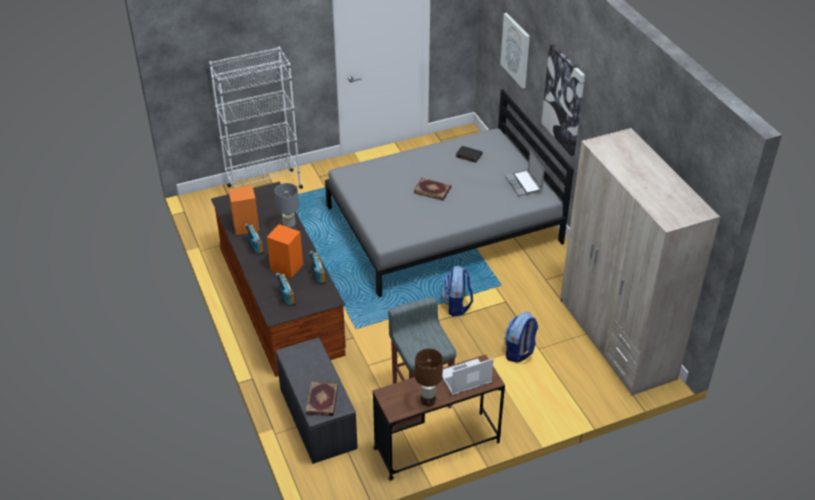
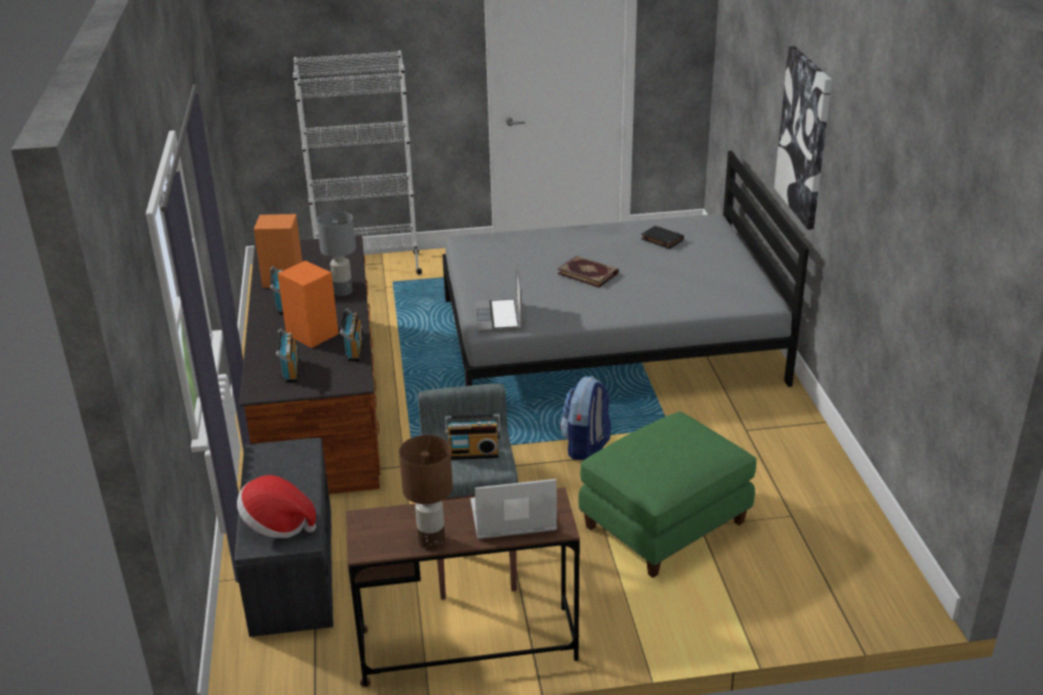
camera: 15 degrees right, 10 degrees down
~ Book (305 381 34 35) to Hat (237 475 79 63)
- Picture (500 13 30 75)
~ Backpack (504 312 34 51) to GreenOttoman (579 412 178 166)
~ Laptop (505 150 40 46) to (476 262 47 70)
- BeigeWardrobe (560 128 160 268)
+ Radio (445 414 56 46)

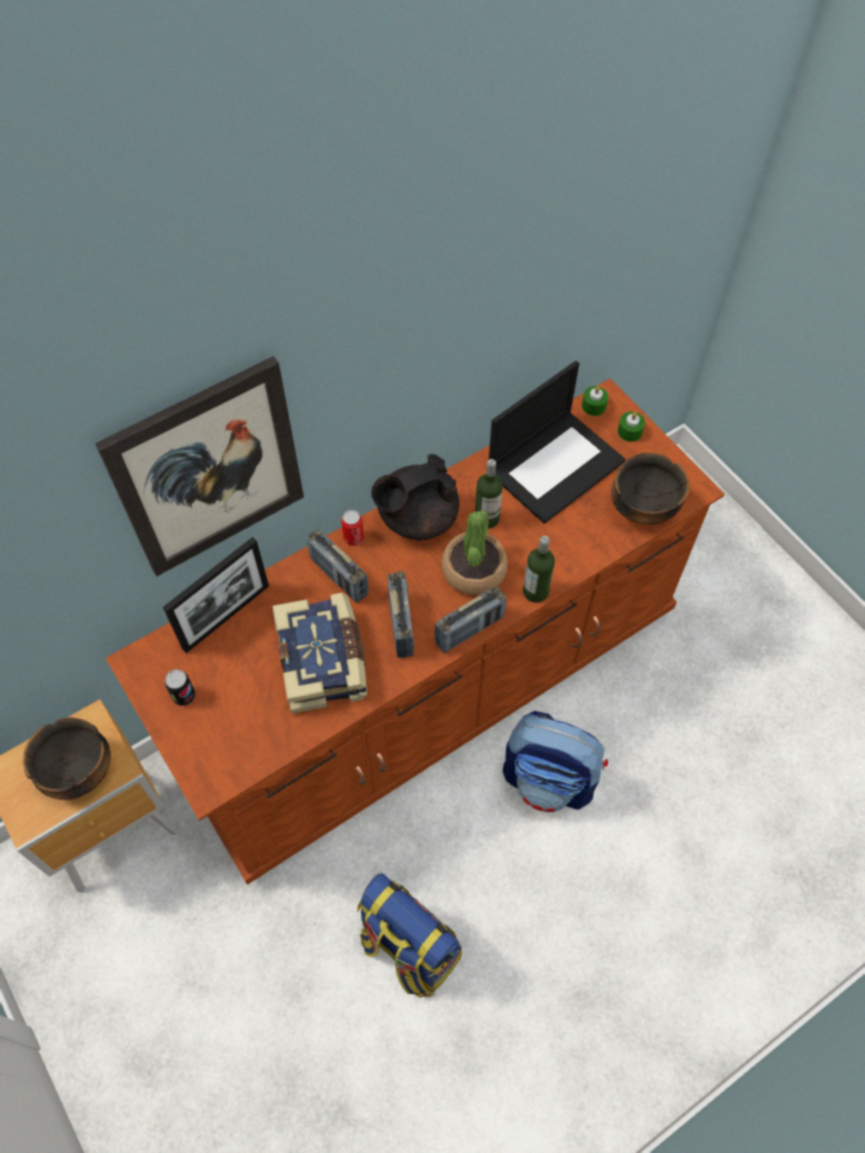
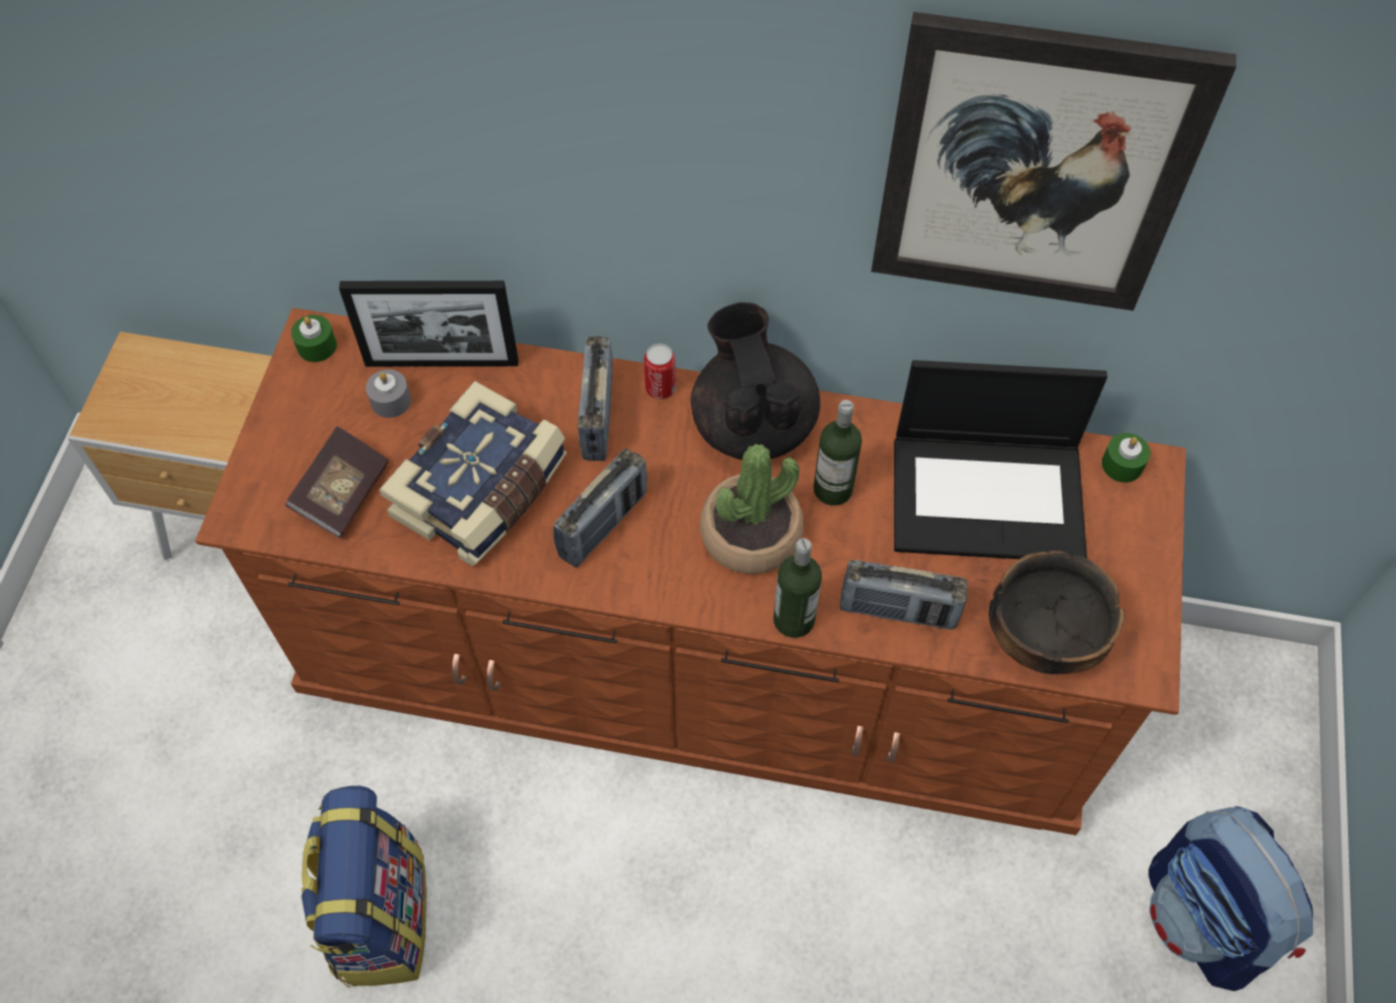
camera: 45 degrees right, 0 degrees up
- Bowl (23 717 88 83)
~ Picture (95 356 209 220) to (871 12 366 299)
- Can (165 669 31 37)
~ BlackTeapot (371 454 88 86) = (691 302 129 158) 60 degrees clockwise
~ Radio (434 586 73 67) to (840 560 128 69)
~ Backpack (503 711 105 102) to (1148 806 165 185)
~ GreenCandle (618 412 27 30) to (291 315 46 47)
+ Book (285 426 104 112)
+ GreyCandle (366 369 45 49)

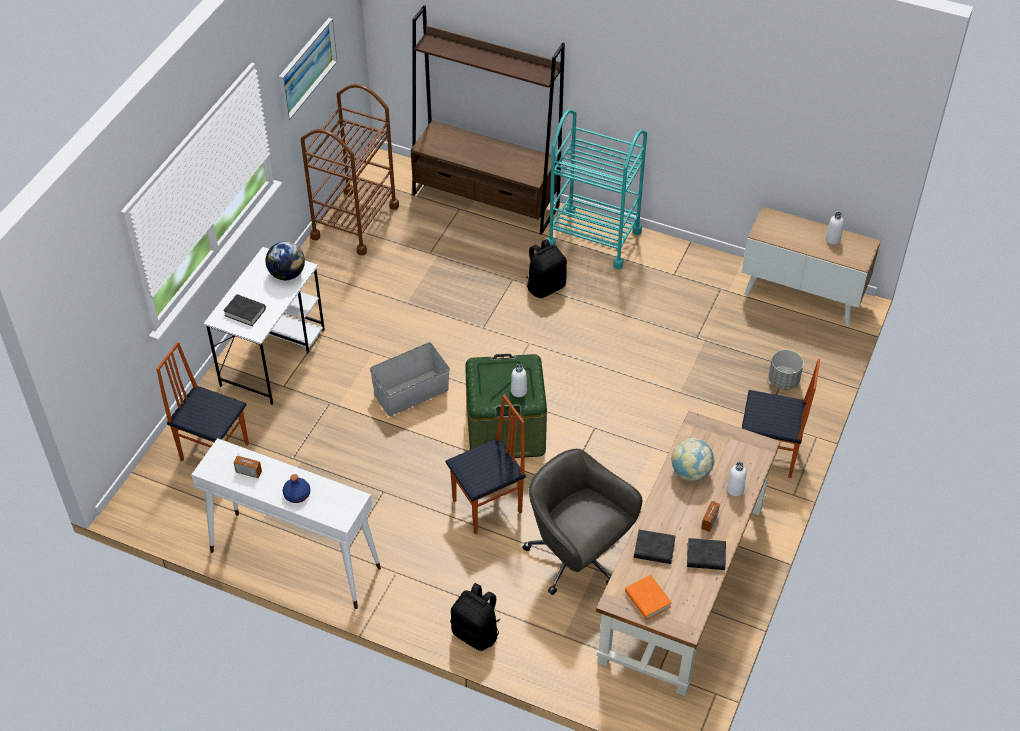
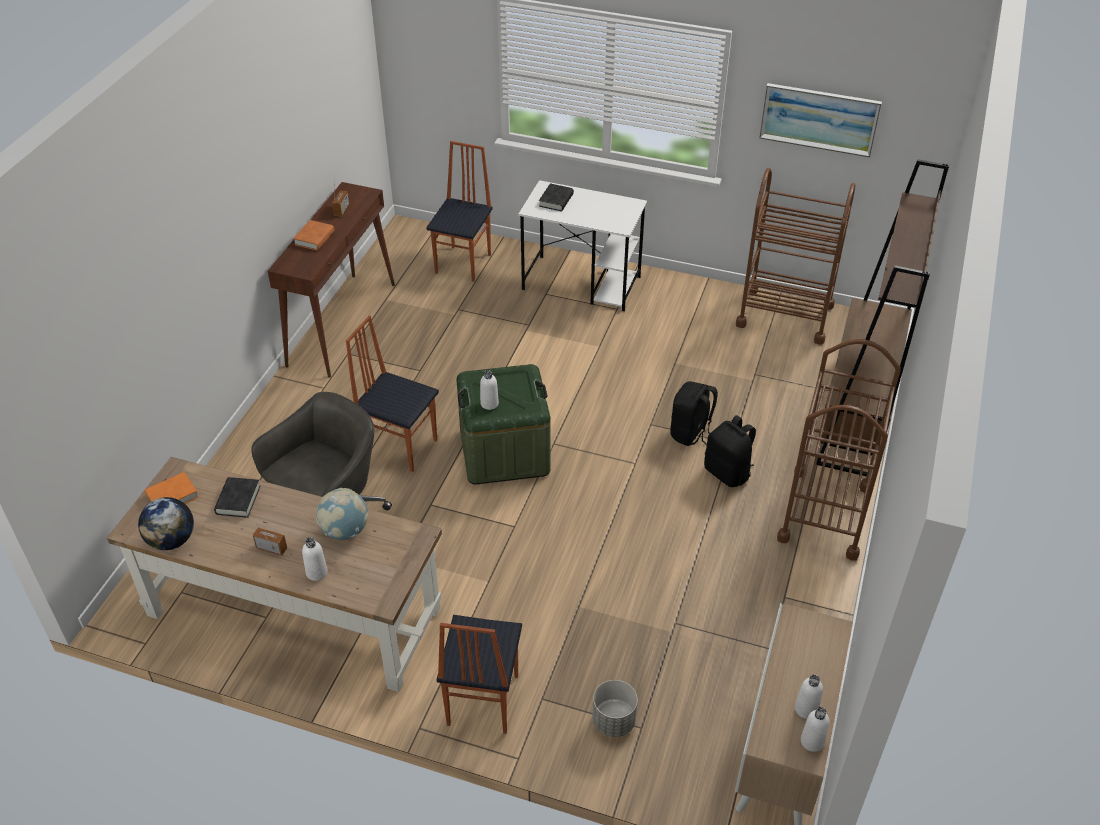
camera: 85 degrees right, 5 degrees down
~ WhiteConsoleTable (191 438 190 171) to BrownConsoleTable (267 182 128 196)
~ Globe (266 242 39 38) to (138 497 56 53)
~ BlueBottle (283 474 27 29) to OrangeBook (293 220 41 30)
- GreyStorageBox (370 342 80 74)
~ Chair (445 394 81 140) = (346 315 93 157) 150 degrees clockwise
~ BlackBackpack (450 583 50 68) to (670 381 48 65)
~ TurquoiseCart (547 110 100 159) to BrownCart (777 339 124 222)
- BlackBook (687 538 39 32)
+ WhiteBottle (801 707 29 45)

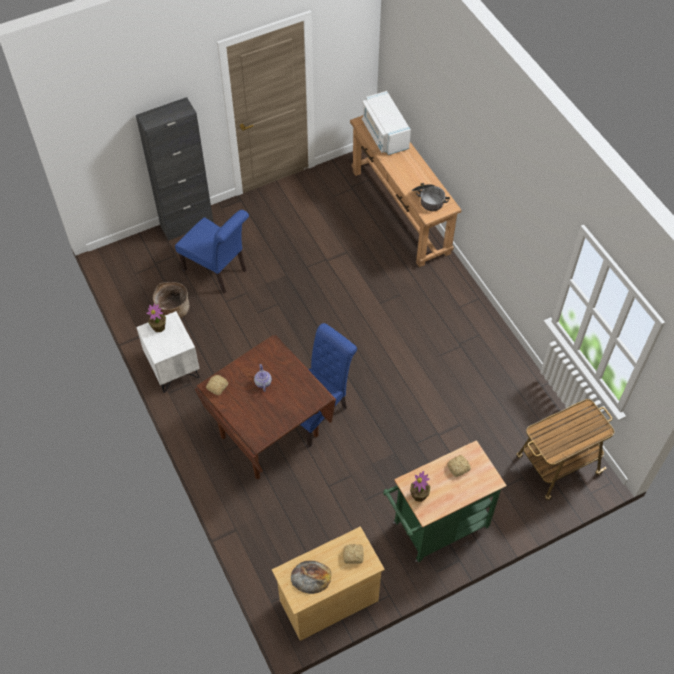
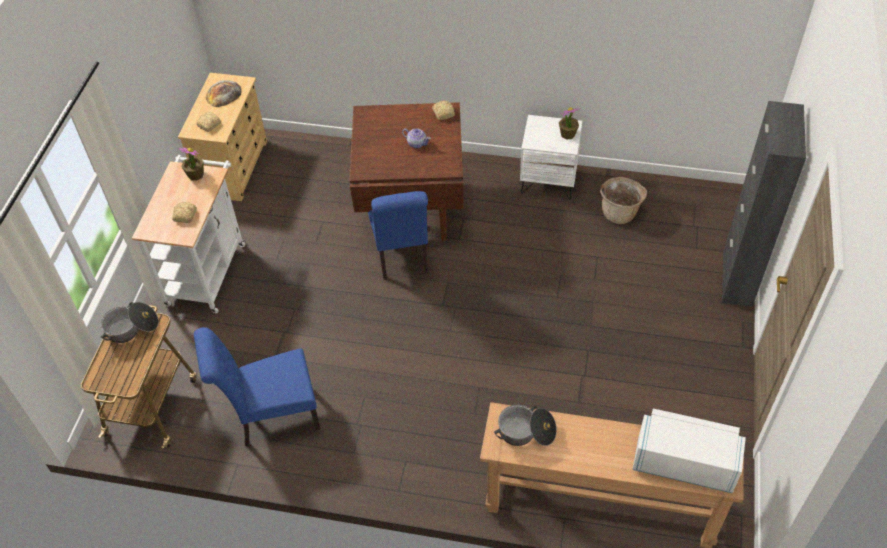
camera: 130 degrees right, 5 degrees down
~ BlueChair (175 210 74 84) to (194 327 126 119)
~ GreenCart (383 440 124 122) to WhiteCart (132 155 114 158)
+ CookingPot (100 302 59 41)

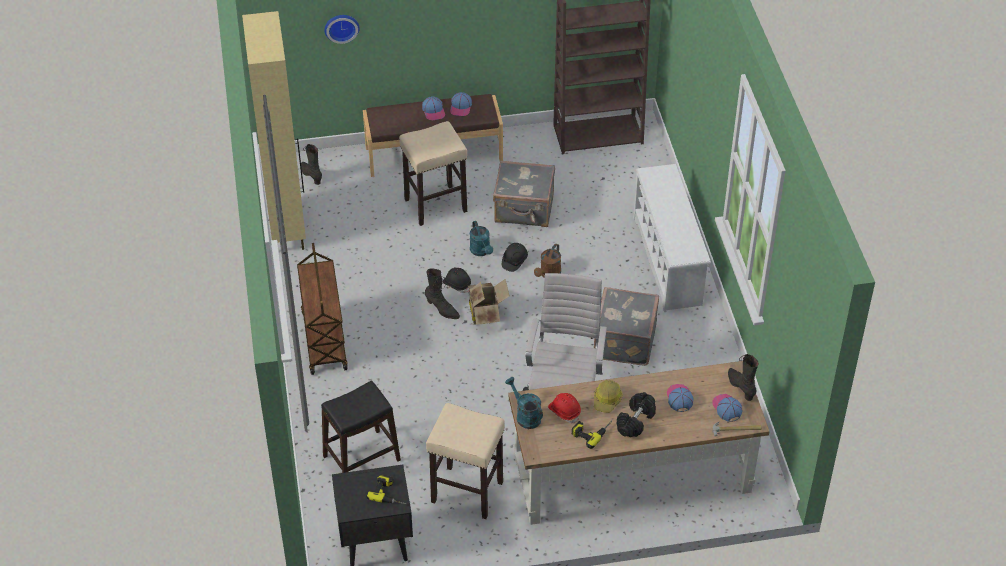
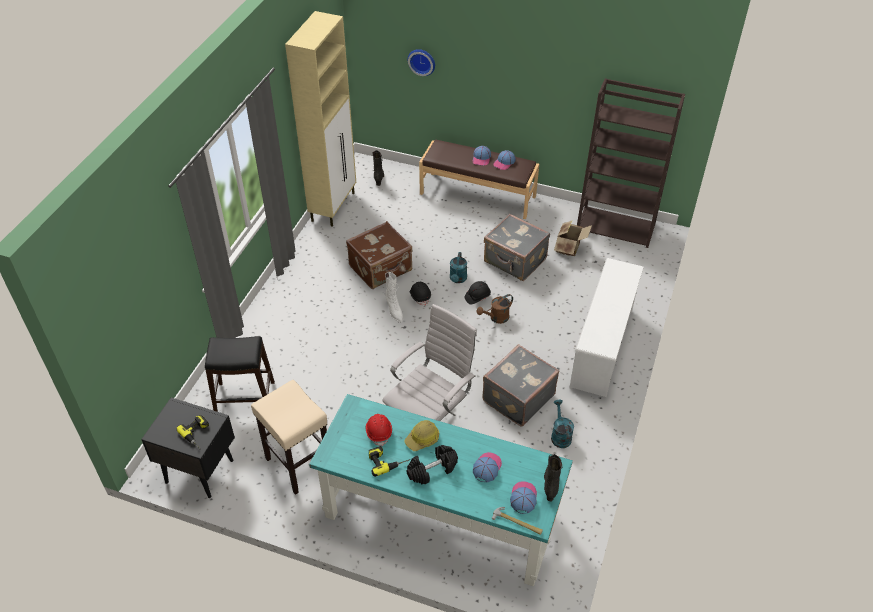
camera: 30 degrees right, 0 degrees up
- BrownCart (297 243 51 132)
- BeigeStool (399 121 68 105)
~ BlackBoot (425 268 35 51) to WhiteBoot (385 272 18 51)
~ CardboardBox (468 279 42 46) to (554 221 38 35)
~ TurquoiseWateringCan (505 377 38 52) to (551 400 23 48)
~ BrownDesk (508 361 262 164) to TurquoiseDesk (309 394 264 192)
+ BrownSuitcase (346 221 66 68)

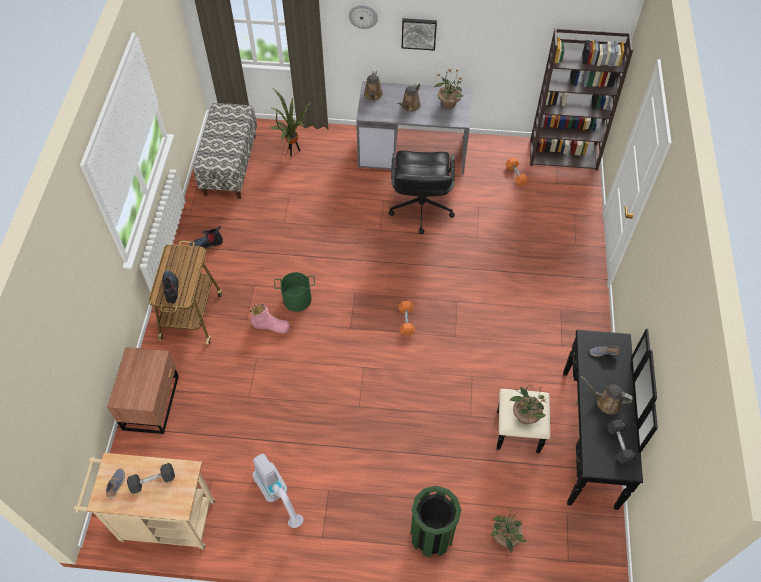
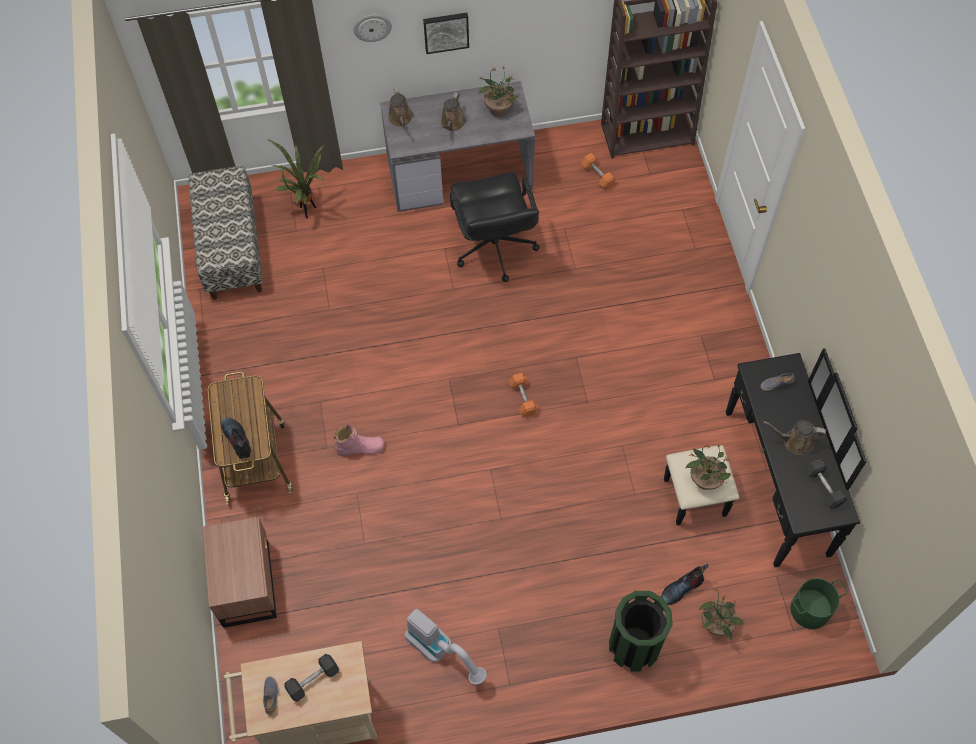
camera: 15 degrees left, 5 degrees up
~ Boot (189 226 34 23) to (661 564 48 41)
~ GreenBucket (274 272 41 40) to (790 578 58 51)

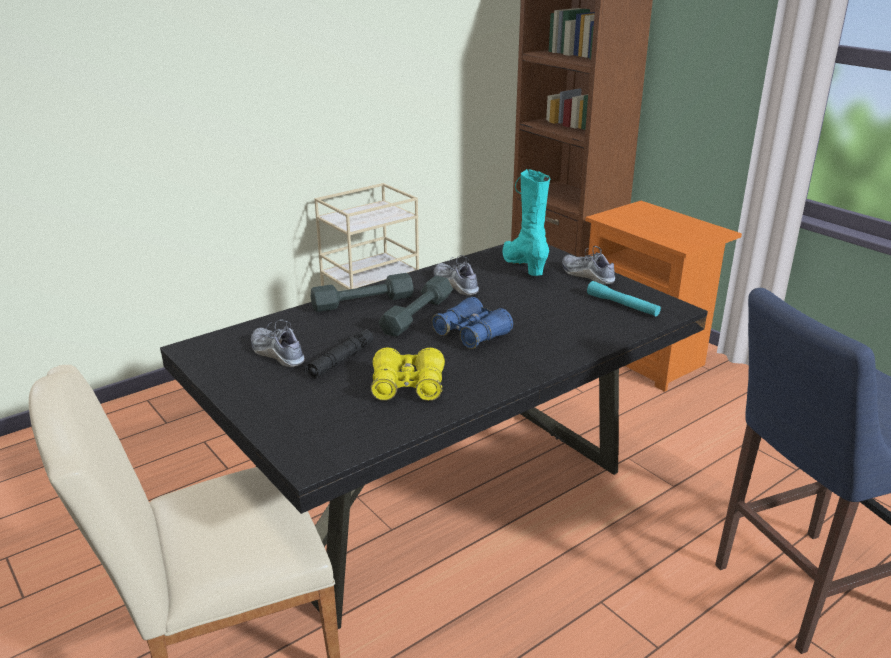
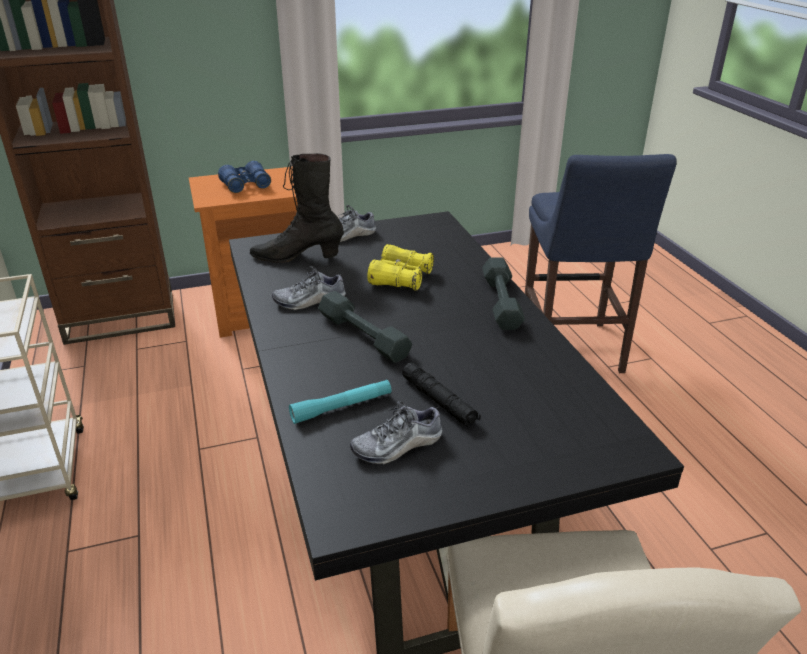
camera: 70 degrees left, 5 degrees up
~ GreyDumbbell (311 273 103 39) to (482 257 43 73)
~ YellowBinoculars (371 347 74 54) to (367 244 67 47)
~ BlueBinoculars (432 297 81 52) to (218 161 53 32)
~ TurquoiseBoot (502 169 48 107) to BlackBoot (250 153 94 110)
~ TurquoiseFlashlight (587 281 74 35) to (289 380 102 44)

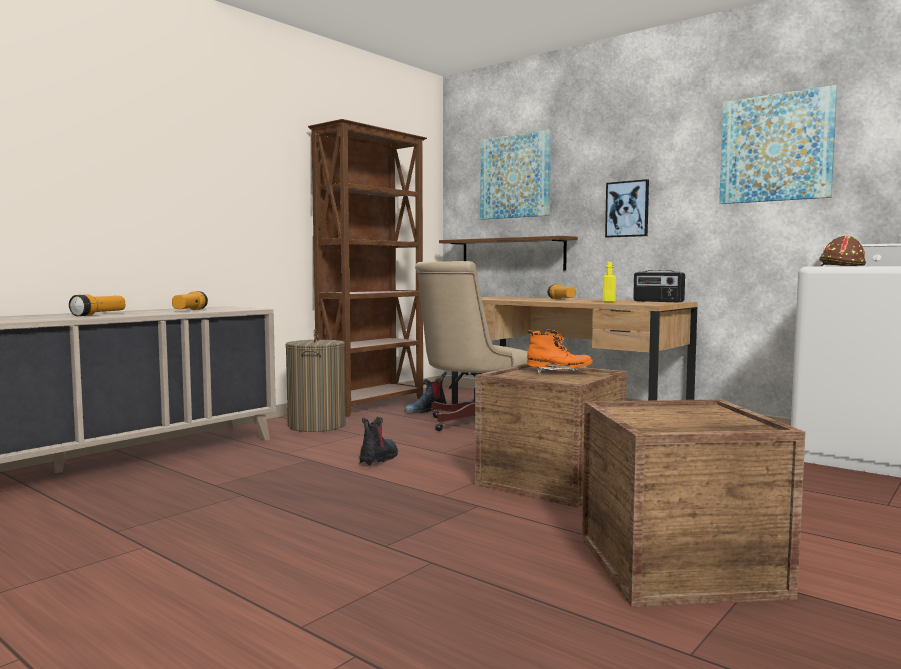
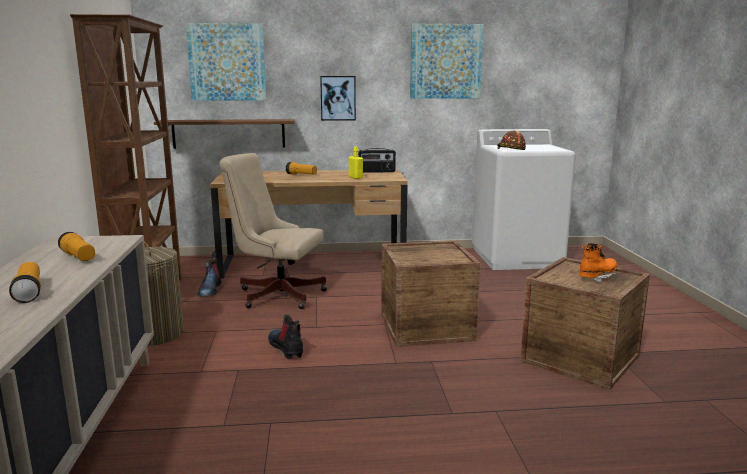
camera: 45 degrees left, 10 degrees up
~ BeigeOfficeChair (415 261 113 170) = (219 153 108 156) 105 degrees clockwise
~ OrangeBoot (527 329 66 45) to (579 243 38 40)

